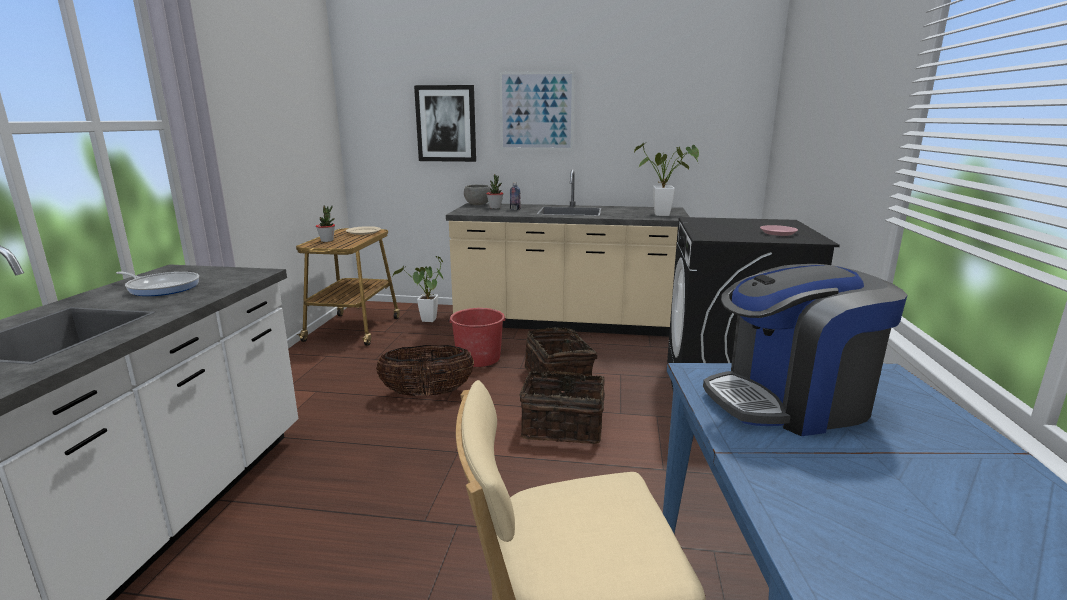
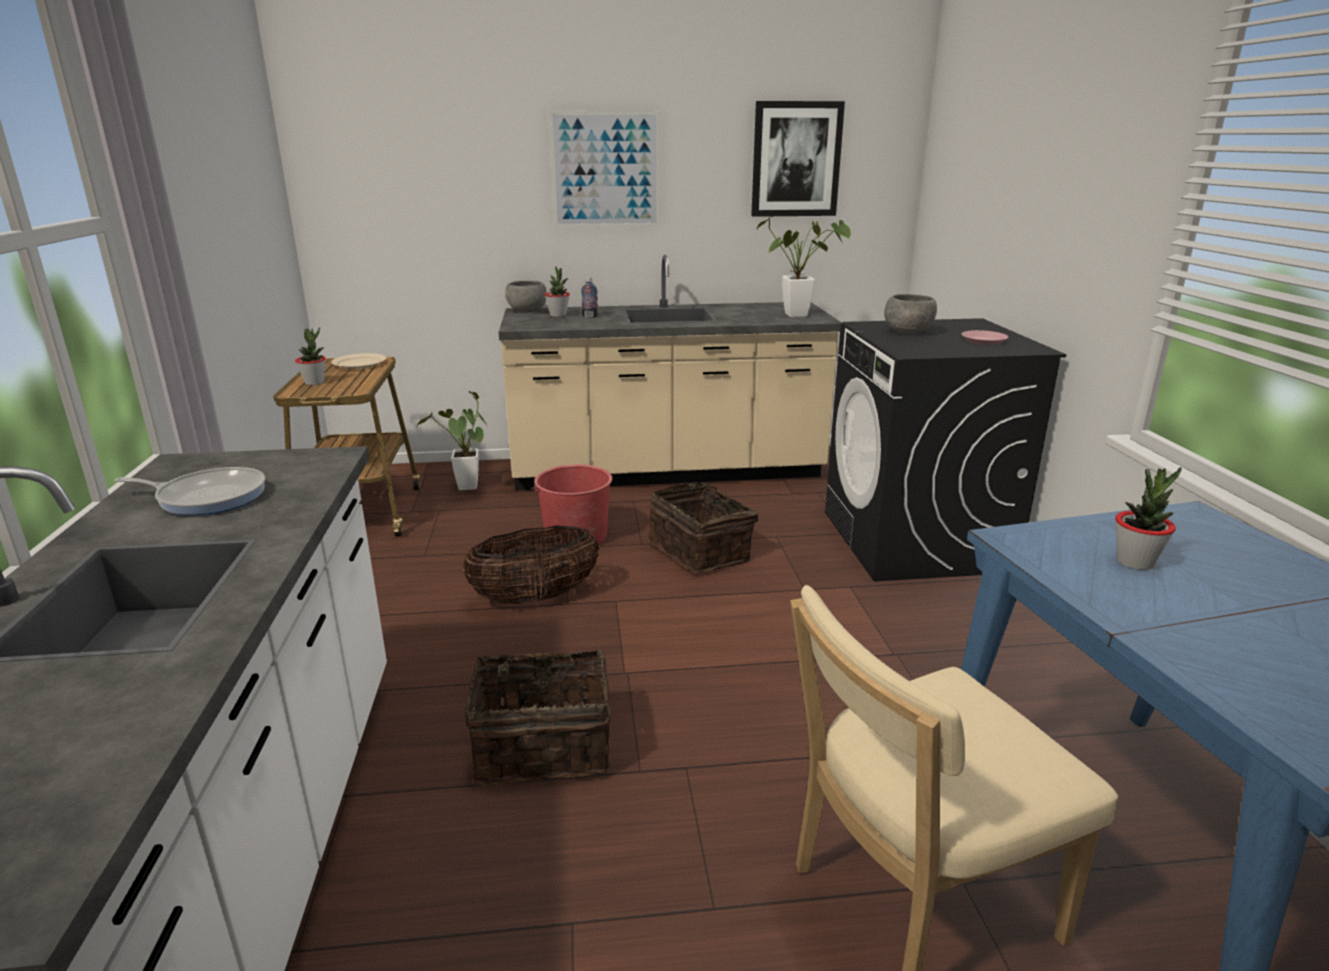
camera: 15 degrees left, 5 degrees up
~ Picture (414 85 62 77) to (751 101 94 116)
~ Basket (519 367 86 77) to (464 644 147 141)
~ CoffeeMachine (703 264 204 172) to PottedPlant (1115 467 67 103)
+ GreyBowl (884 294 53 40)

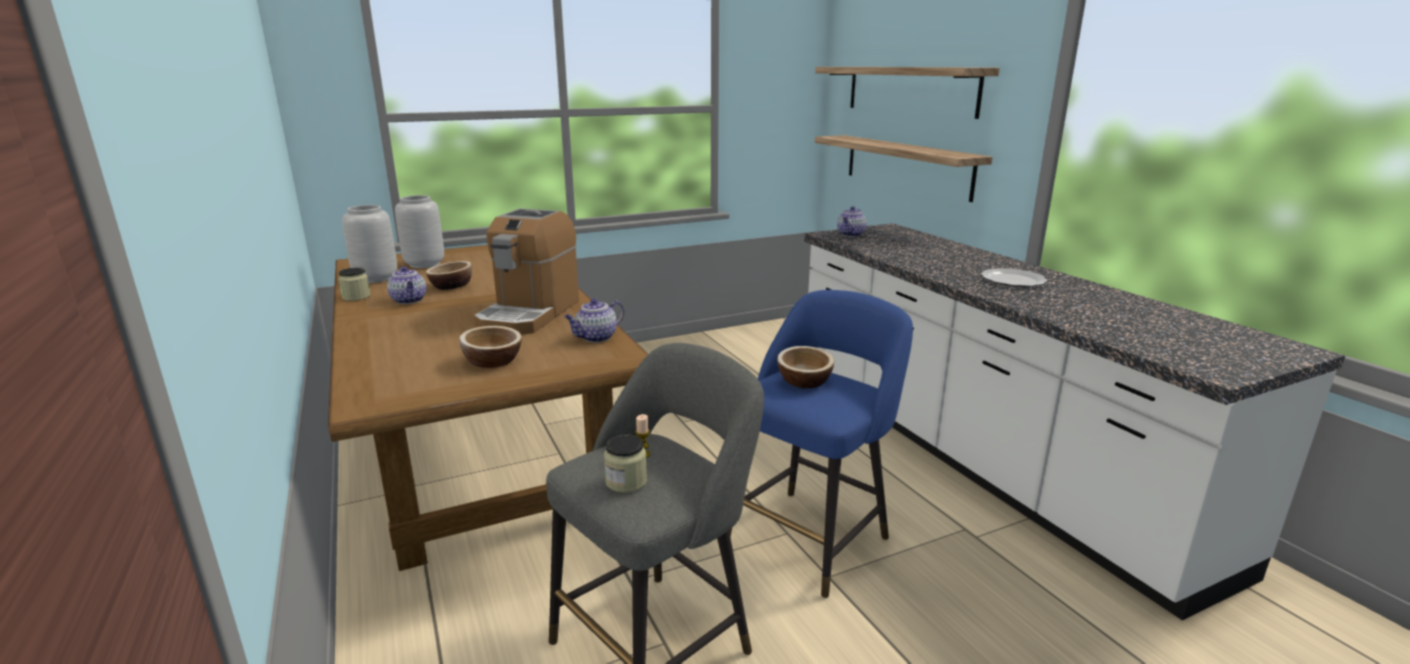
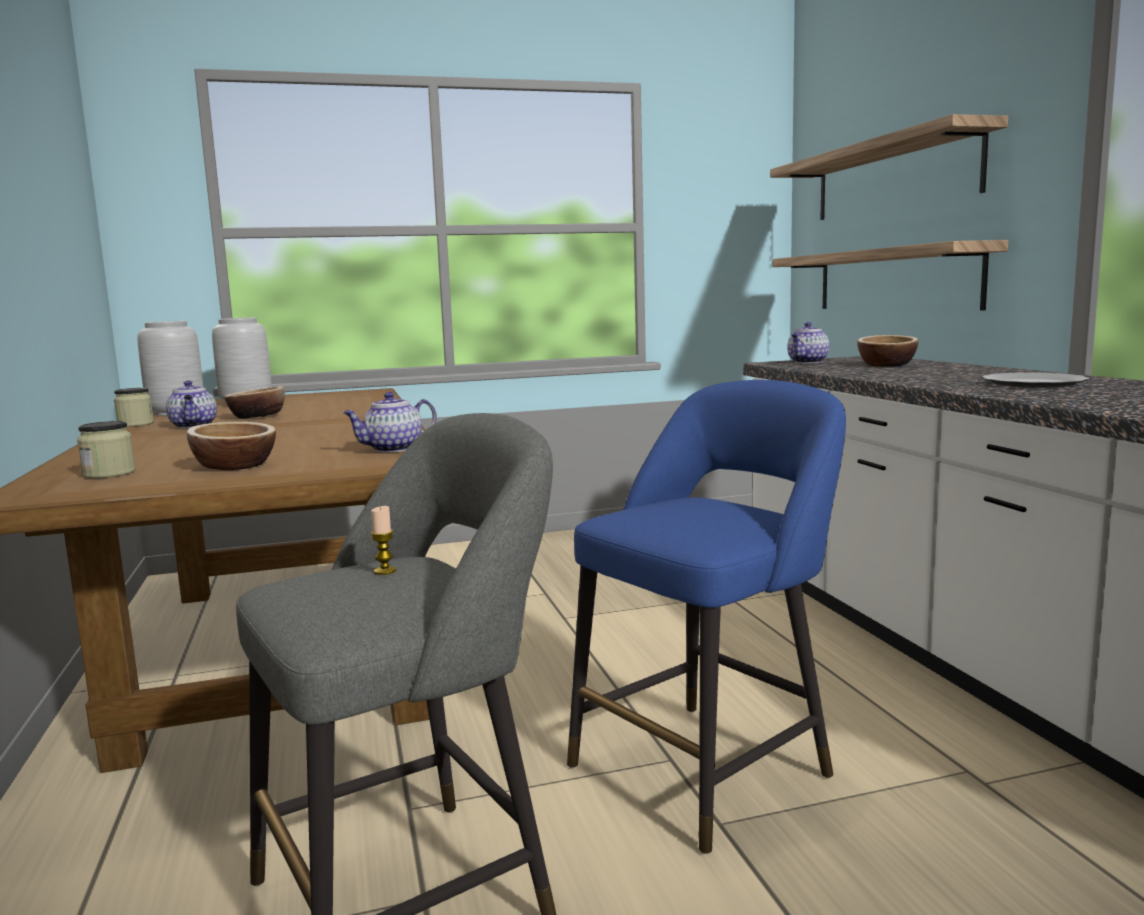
camera: 10 degrees right, 10 degrees down
- CoffeeMachine (474 208 105 127)
~ Jar (604 434 43 59) to (77 421 59 57)
~ Bowl (777 346 57 43) to (857 335 61 32)

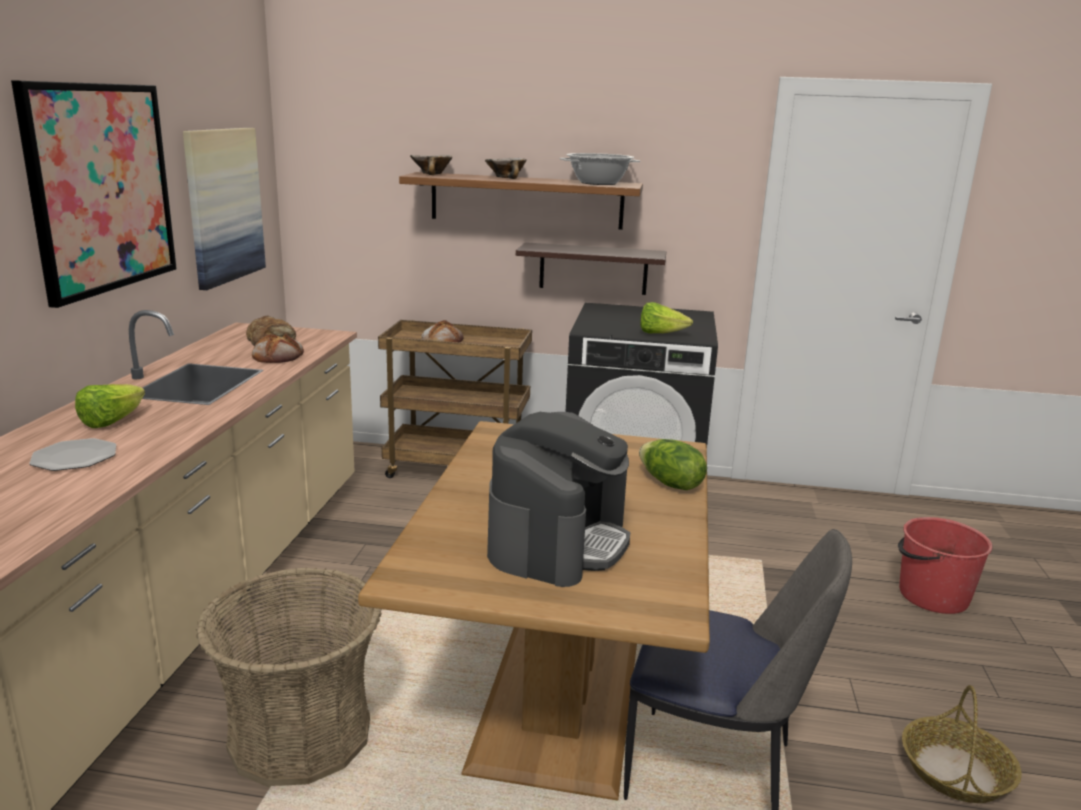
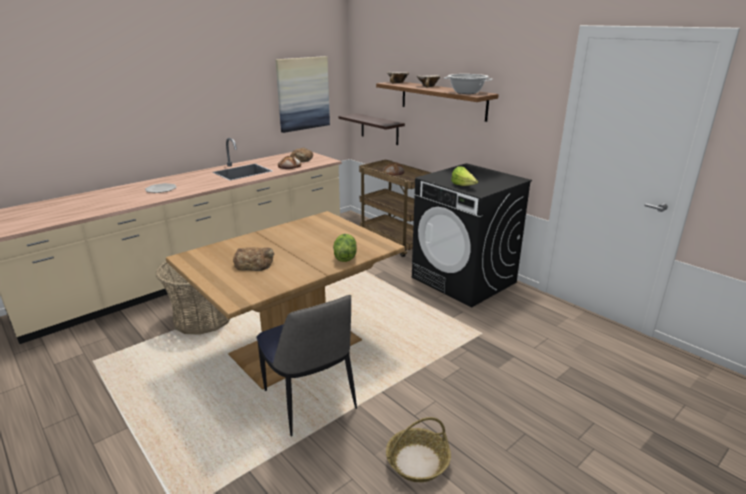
camera: 40 degrees right, 5 degrees up
- Picture (11 80 166 228)
- Lettuce (75 384 70 44)
~ CoffeeMachine (487 412 143 175) to Bread (233 247 41 24)
~ Shelf (516 242 150 53) to (338 113 67 32)
- RedBucket (898 517 95 97)

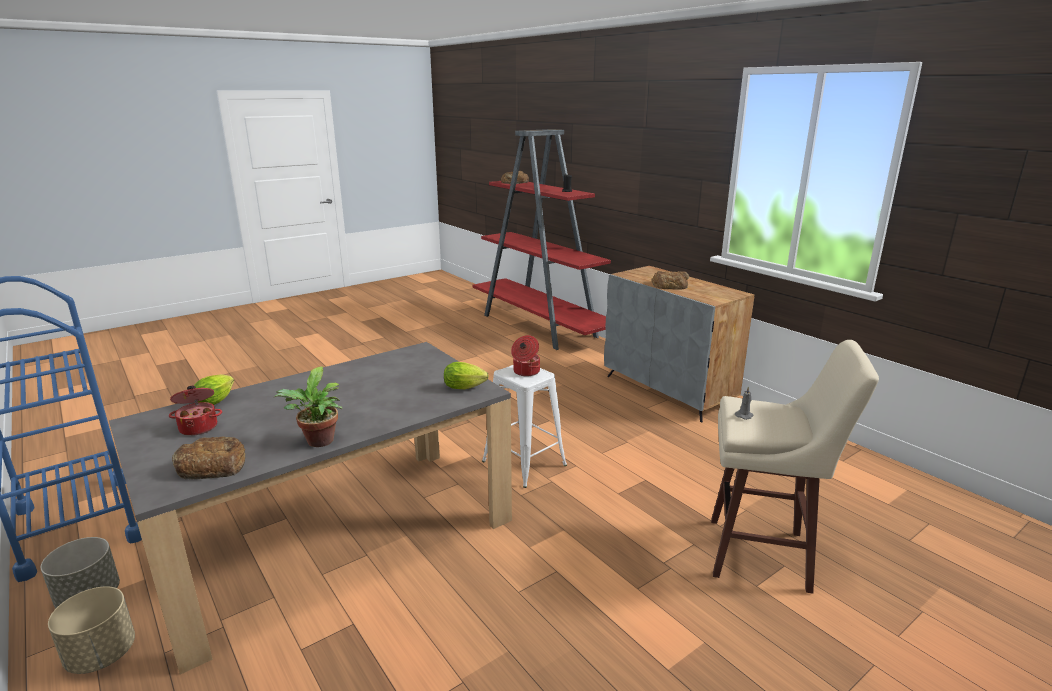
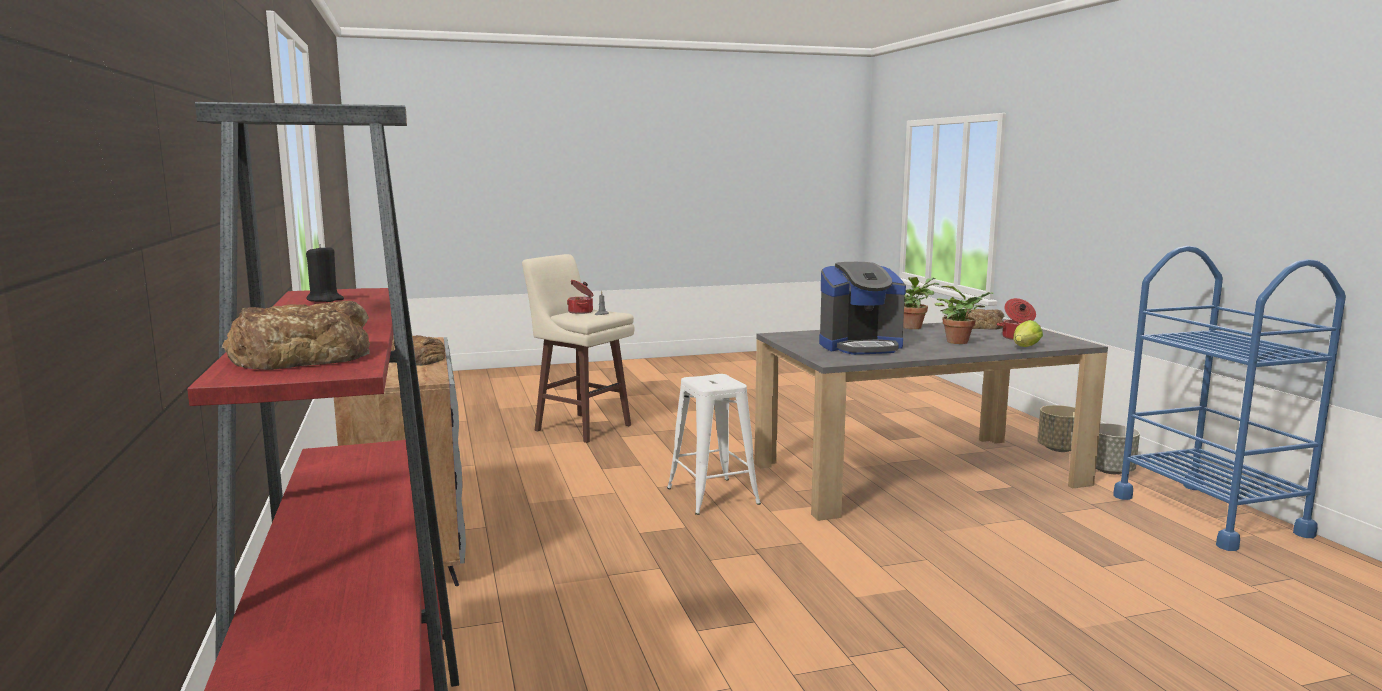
camera: 160 degrees left, 10 degrees down
- Lettuce (444 362 45 27)
~ CookingPot (511 335 29 41) to (567 280 27 34)
+ CoffeeMachine (819 262 87 93)
+ PottedPlant (935 286 59 58)

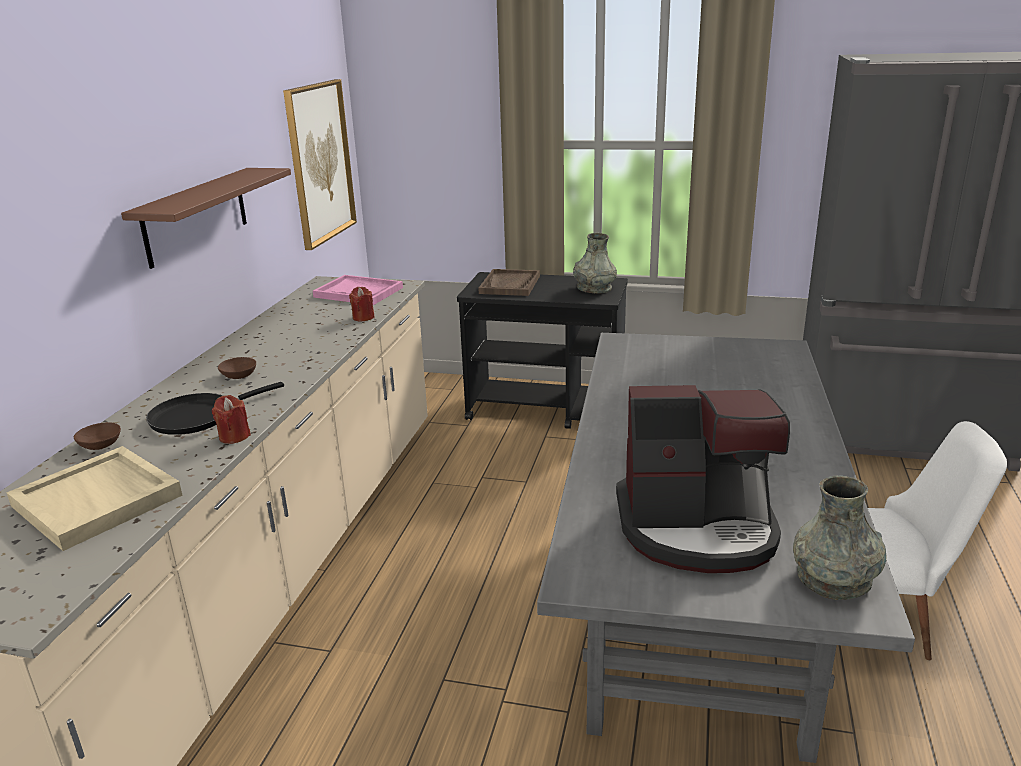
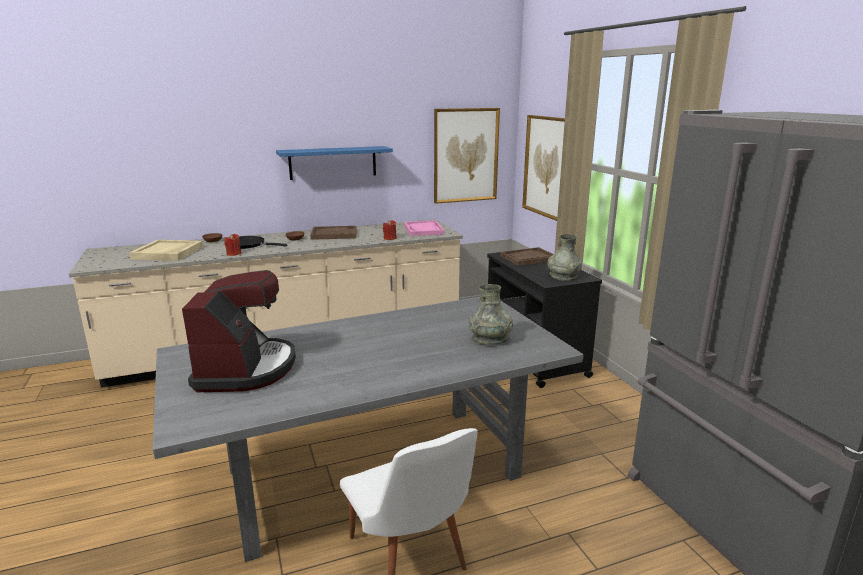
camera: 55 degrees right, 5 degrees down
~ BrownShelf (121 168 170 101) to BlueShelf (276 146 117 34)
~ CoffeeMachine (616 385 174 188) = (182 270 114 122) 150 degrees counterclockwise
~ GreyVase (793 476 94 124) to (468 284 45 61)
+ BrownTray (310 226 47 14)
+ Picture (522 115 43 106)

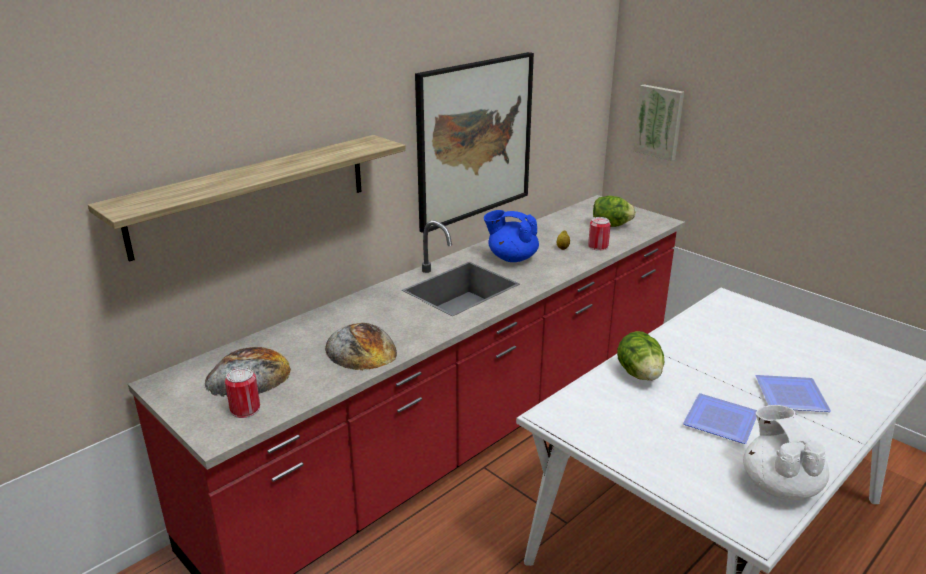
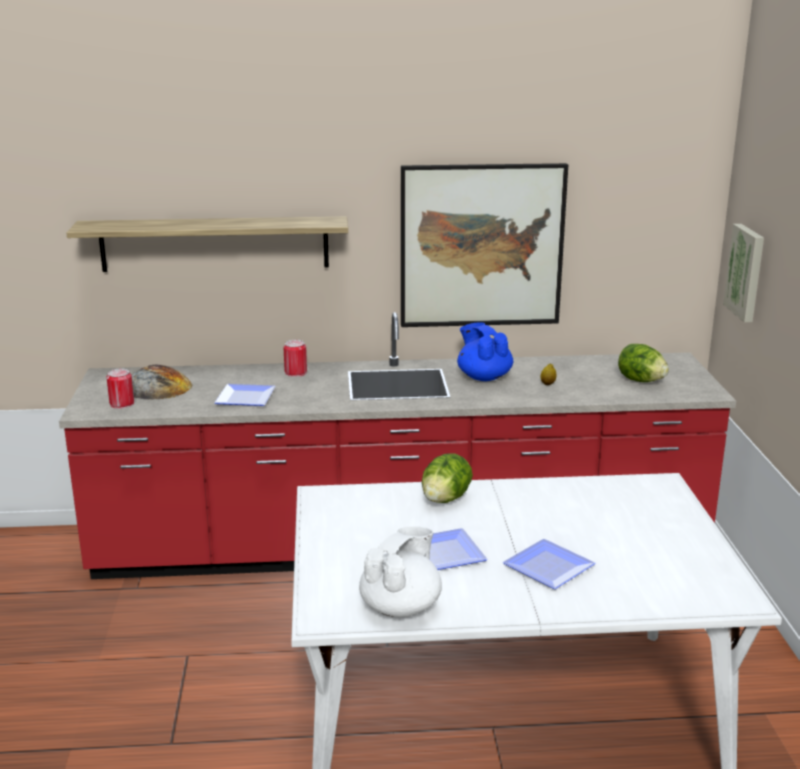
camera: 40 degrees right, 5 degrees down
~ Bread (325 323 72 47) to Plate (214 384 61 22)
~ Can (588 217 23 34) to (284 340 23 37)

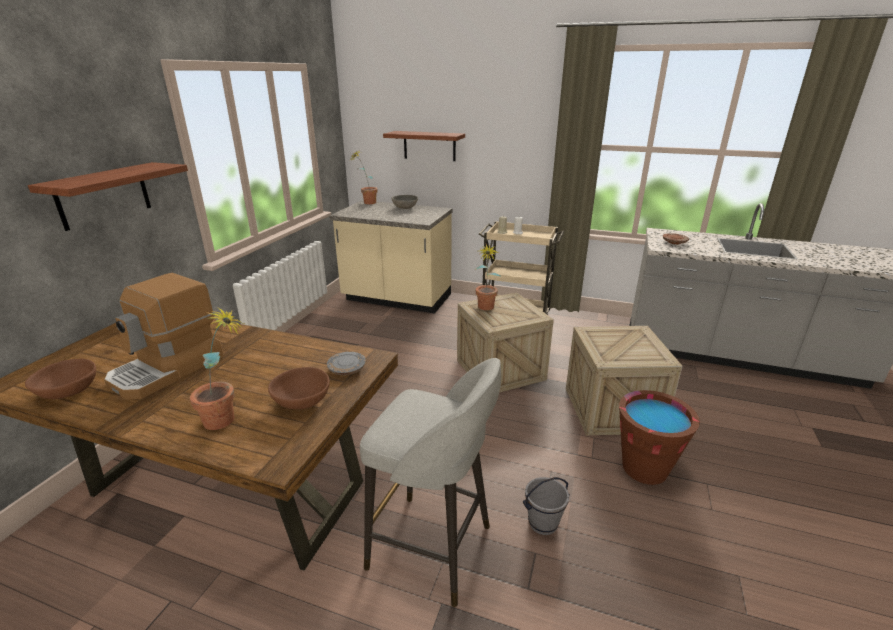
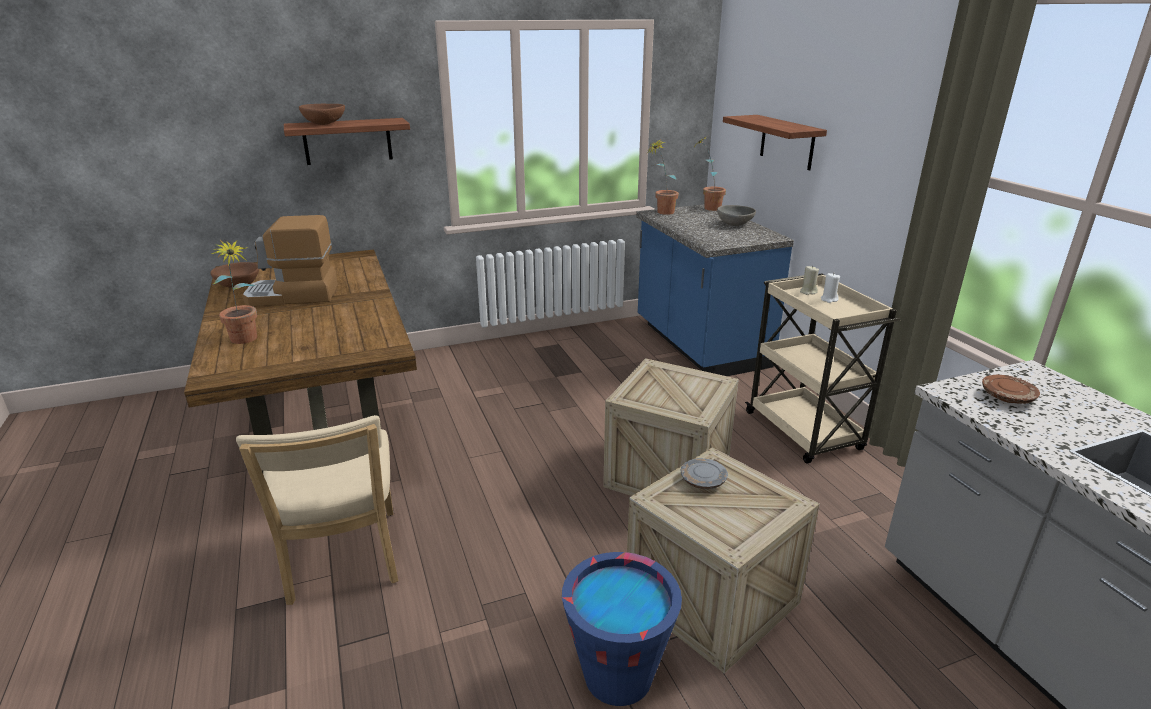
camera: 50 degrees right, 0 degrees up
~ BrownBowl (268 367 62 42) to (299 104 46 21)
~ GreyPlate (327 352 39 23) to (681 458 47 31)
~ BeigeCounter (329 200 123 114) to BlueCounter (636 204 158 172)
~ GreyStool (360 358 141 249) to BeigeChair (236 415 163 190)
~ PottedPlant (474 244 26 66) to (648 140 31 75)
- GreyBucket (523 477 47 58)
~ BrownBucket (619 390 81 95) to BlueBucket (562 552 120 154)

